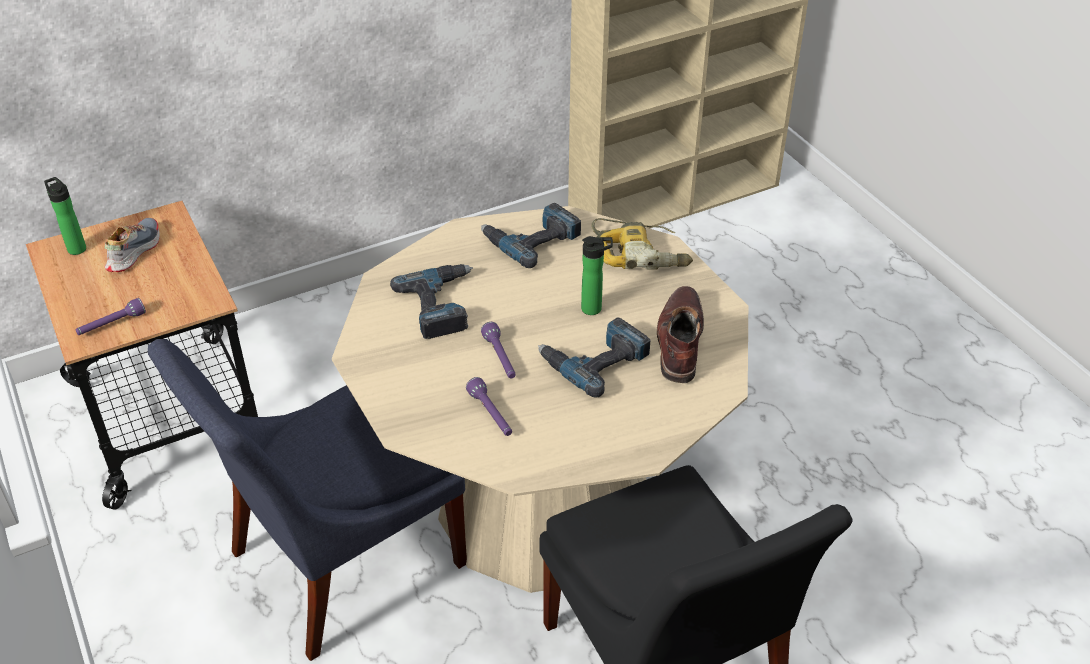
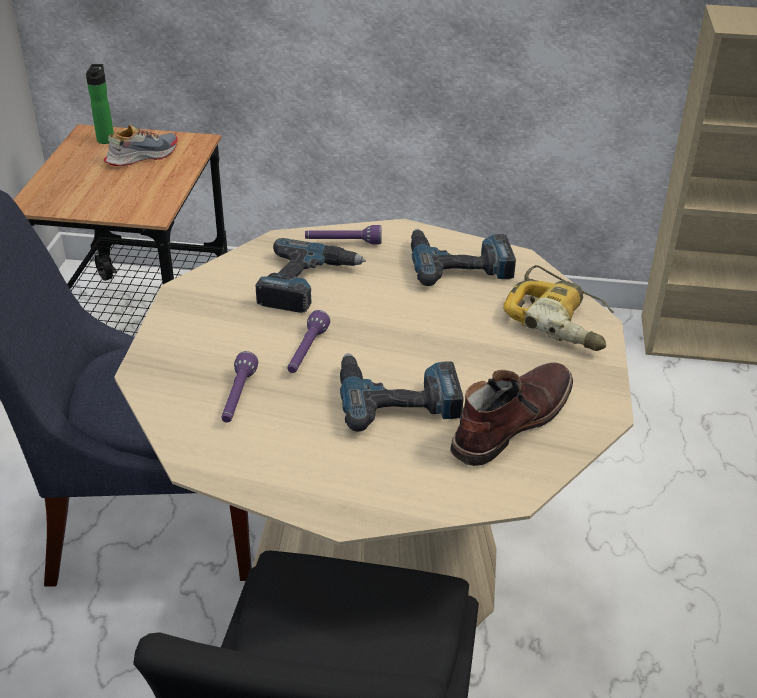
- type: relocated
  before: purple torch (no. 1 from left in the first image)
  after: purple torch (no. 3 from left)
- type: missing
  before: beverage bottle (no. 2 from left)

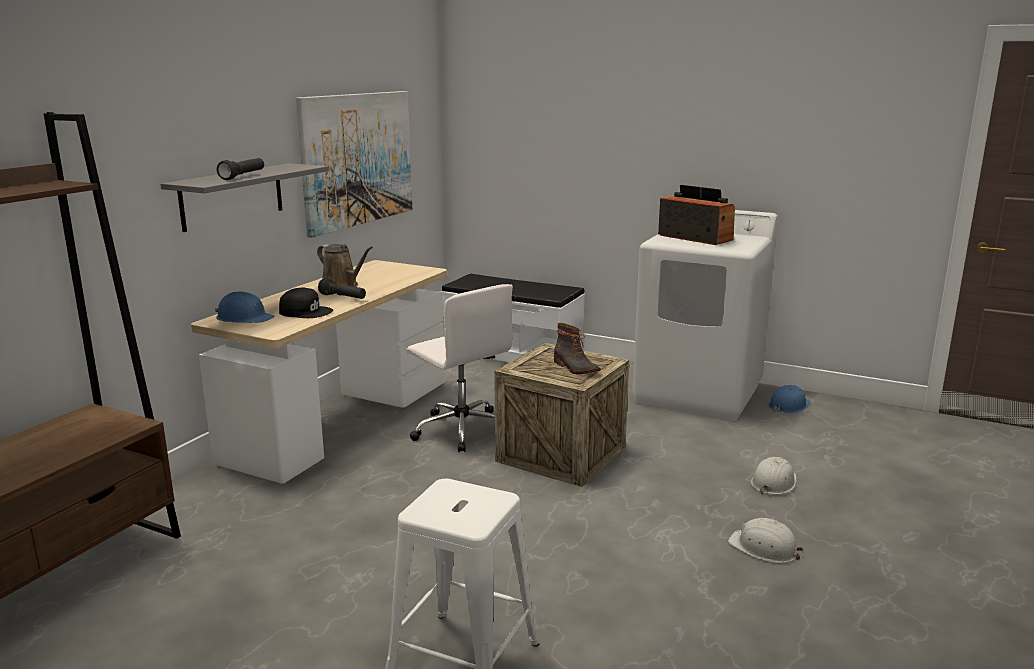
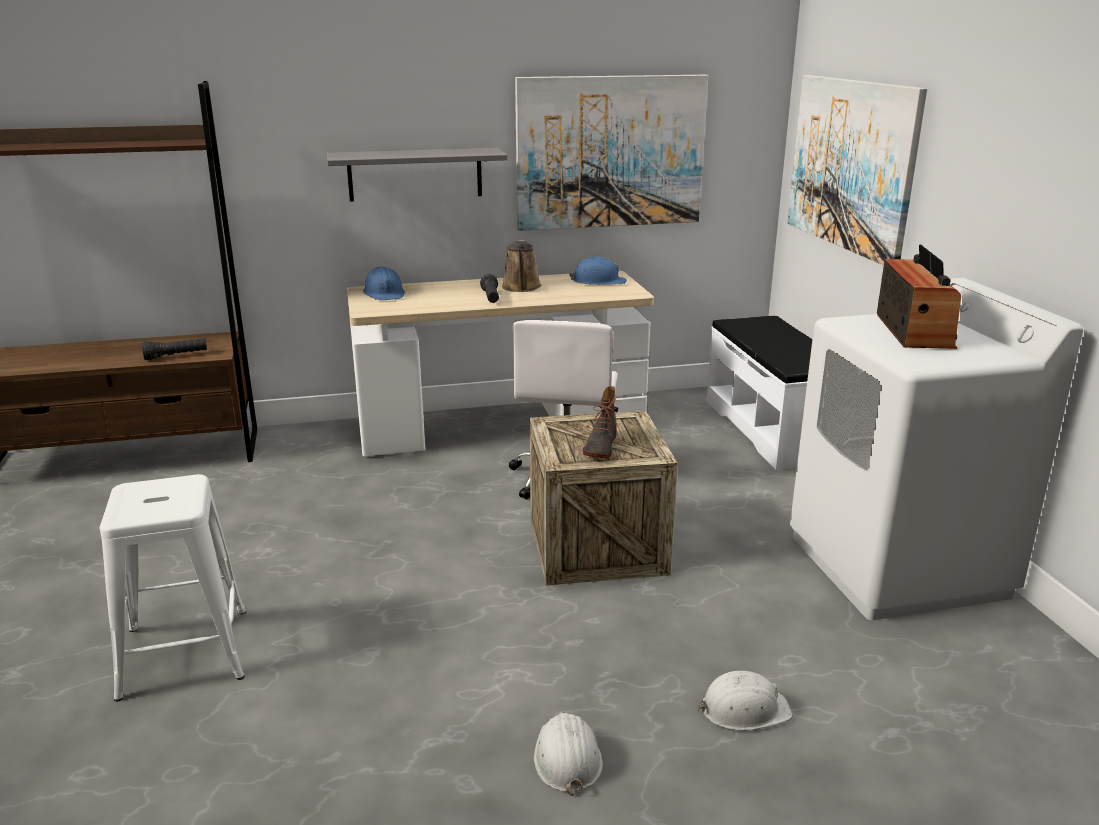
- type: relocated
  before: blackish torch (no. 1 from left)
- type: missing
  before: blackish baseball cap
- type: relocated
  before: bluish safety helmet (no. 2 from left)
- type: appeared
  after: wall art (no. 2 from left)

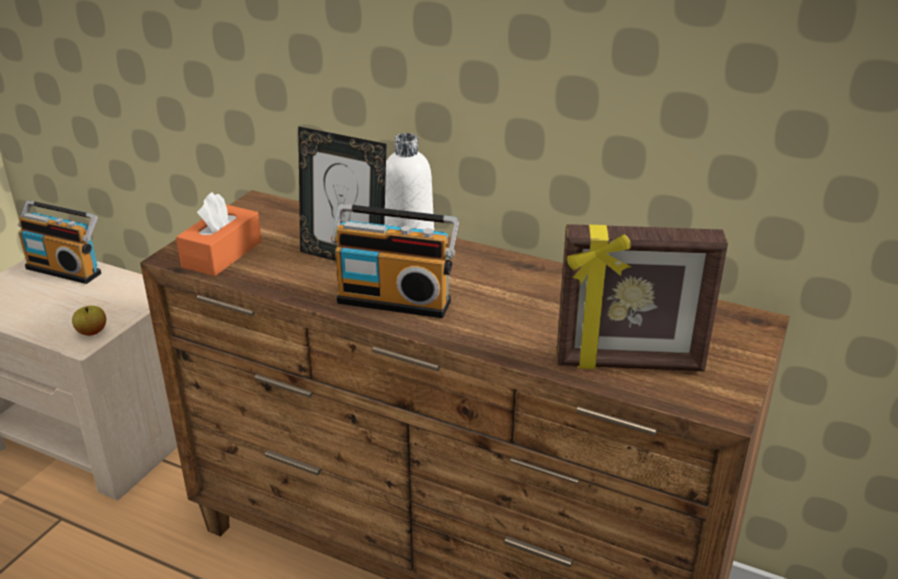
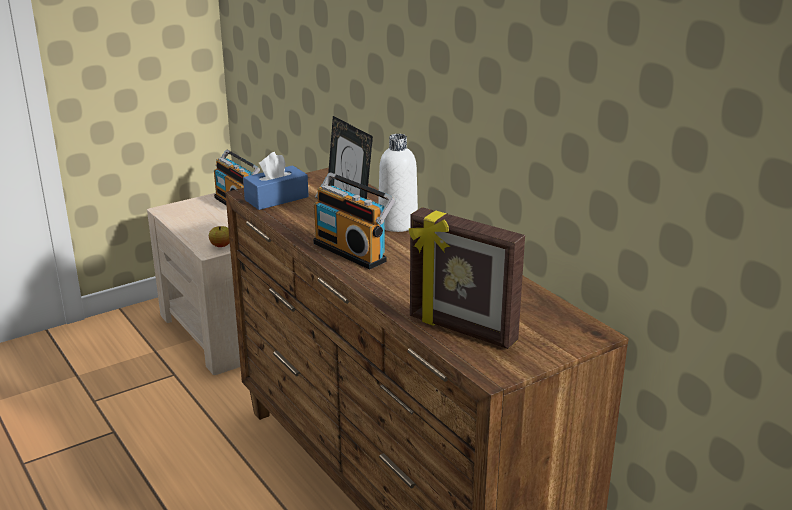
- type: colour
  before: orangey tissue box
  after: bluish tissue box

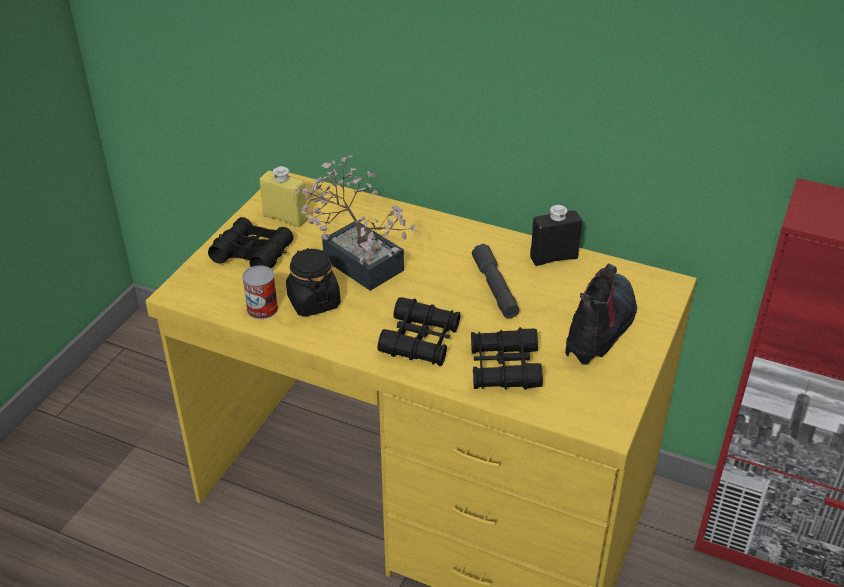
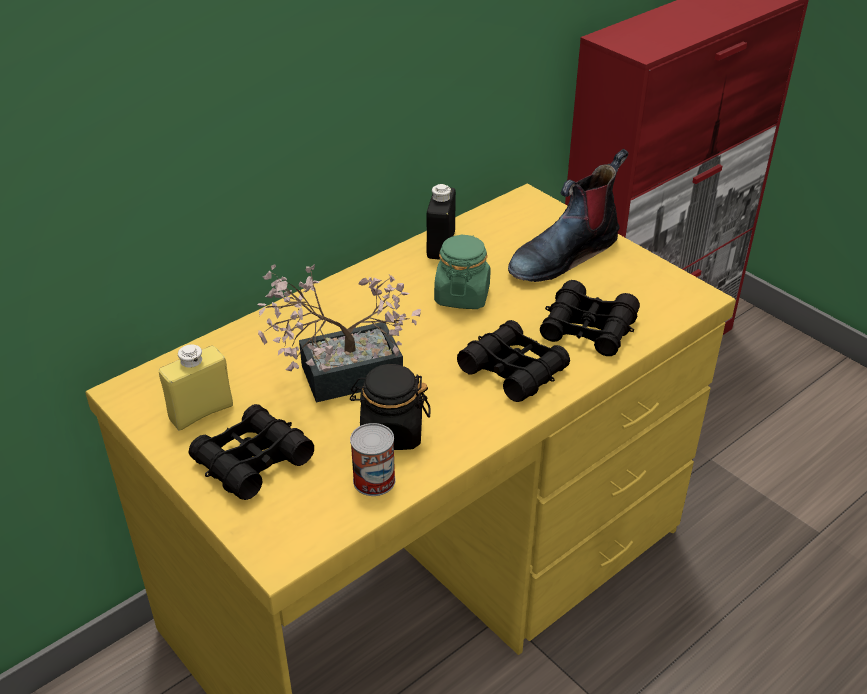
- type: exchanged
  before: greyish torch
  after: greenish jar
- type: spun
  before: boot
  turn: -90

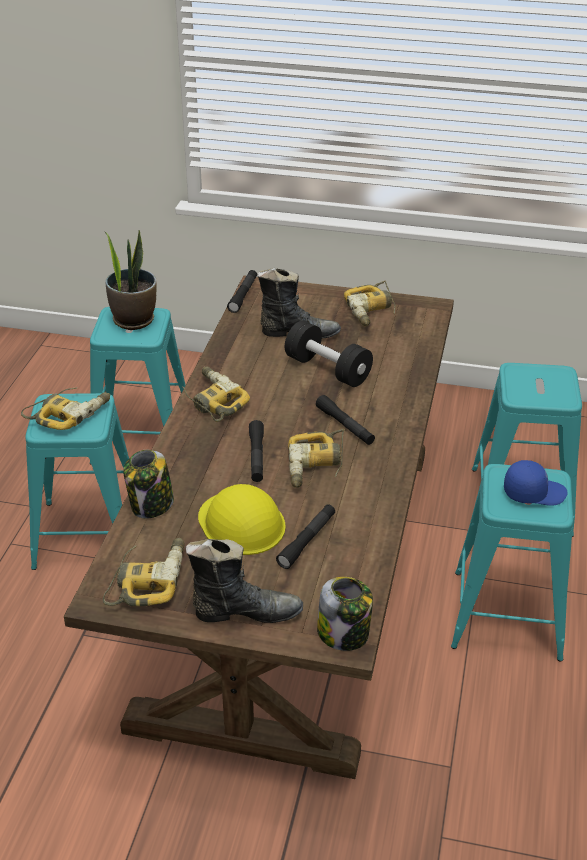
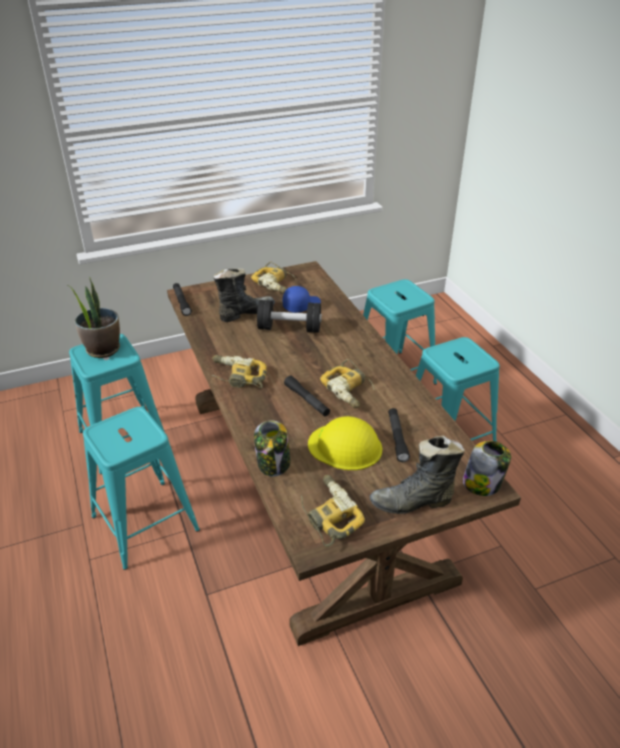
- type: missing
  before: drill (no. 1 from left)
- type: spun
  before: blackish boot (no. 1 from left in the first image)
  turn: -150
- type: missing
  before: blackish torch (no. 4 from left)
- type: relocated
  before: bluish baseball cap

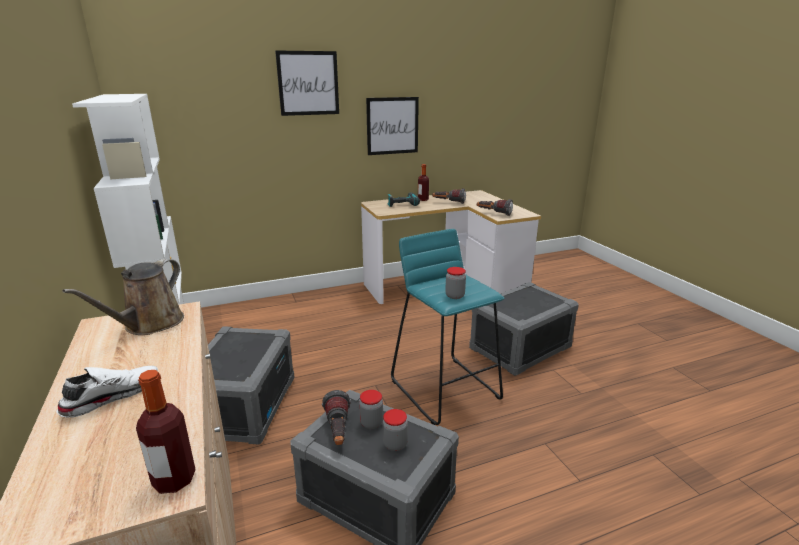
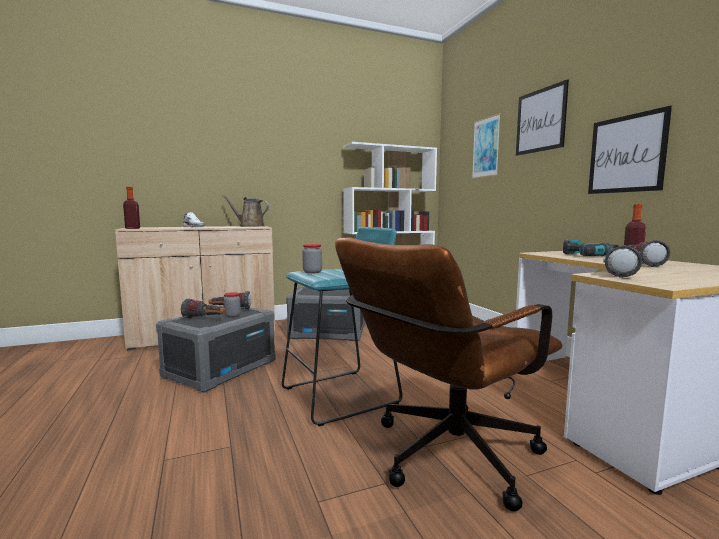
- type: exchanged
  before: jar (no. 2 from left)
  after: torch (no. 1 from left)
- type: exchanged
  before: greyish storage container (no. 3 from left)
  after: brown office chair
- type: appeared
  after: wall art (no. 1 from left)

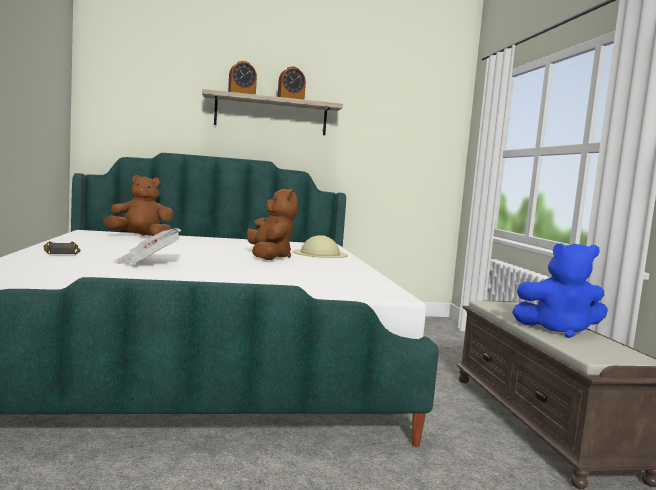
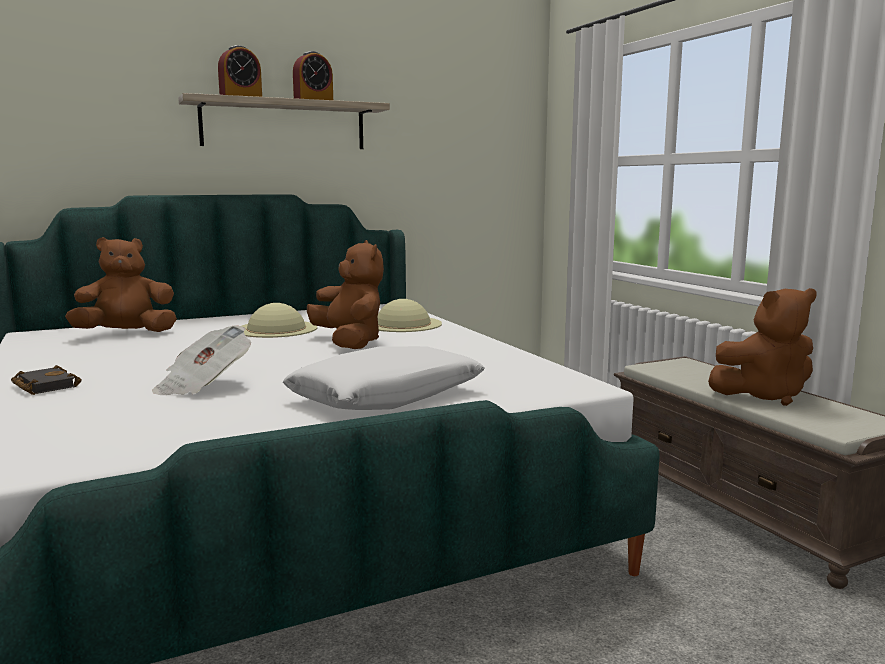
- type: colour
  before: bluish soft toy
  after: brown soft toy (no. 3 from left)
- type: appeared
  after: sand-coloured hat (no. 1 from left)
- type: appeared
  after: white-coloured cushion

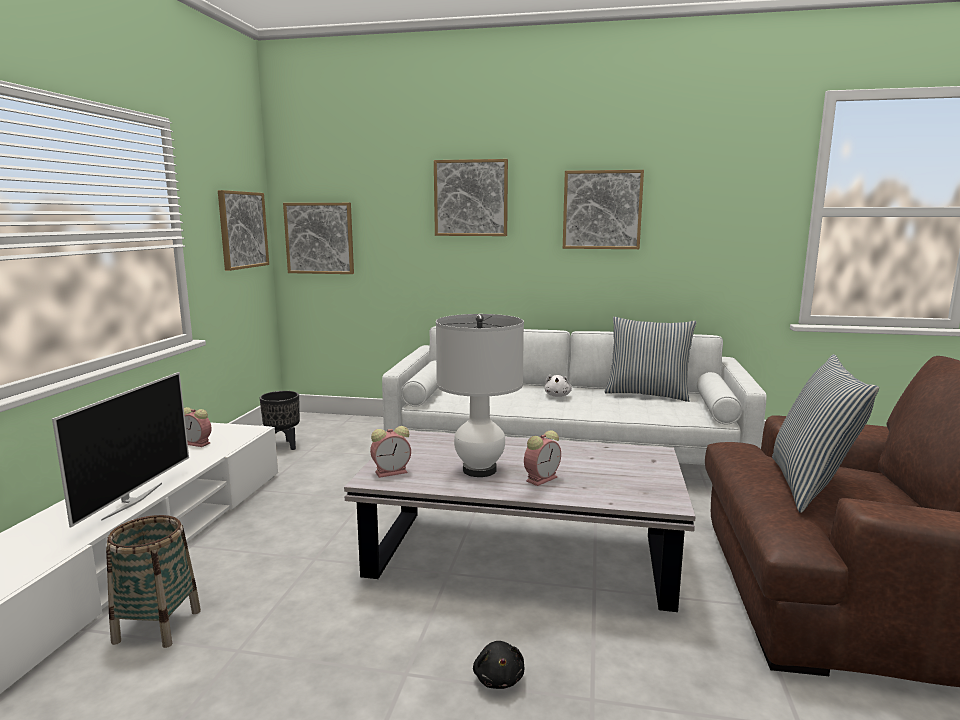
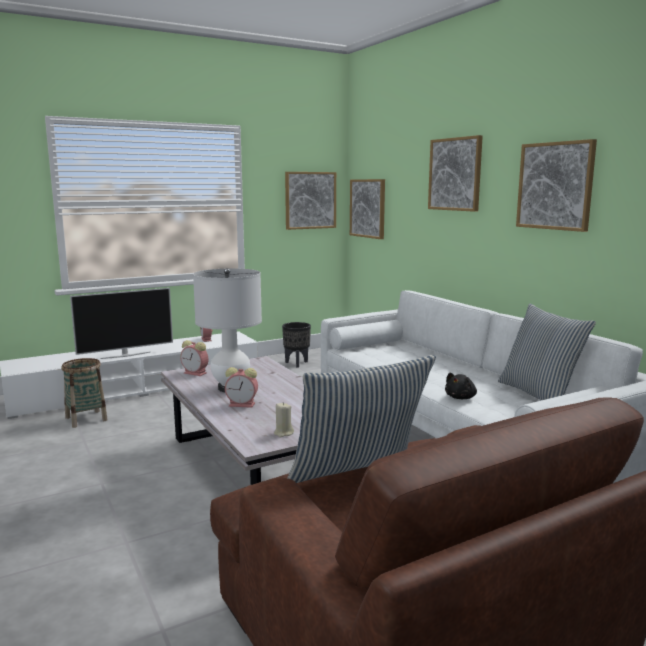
- type: relocated
  before: blackish soft toy
- type: missing
  before: white-coloured soft toy
- type: appeared
  after: sand-coloured wax light

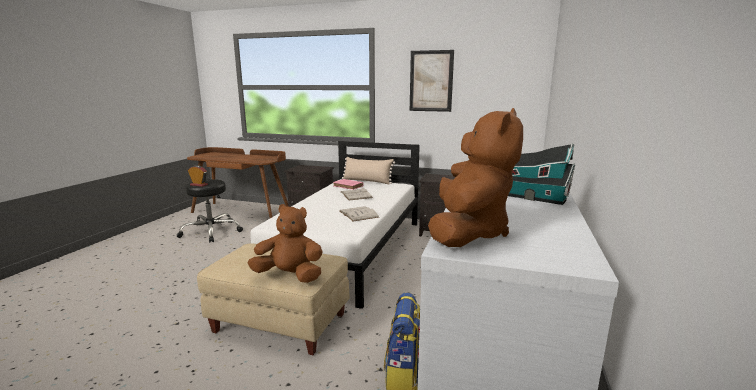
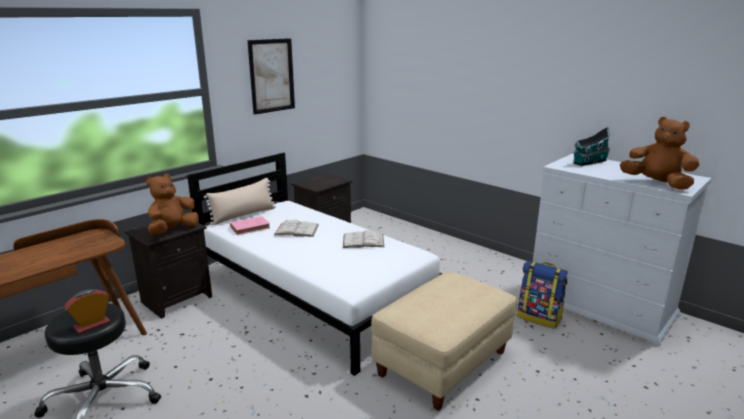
- type: relocated
  before: brown soft toy (no. 1 from left)

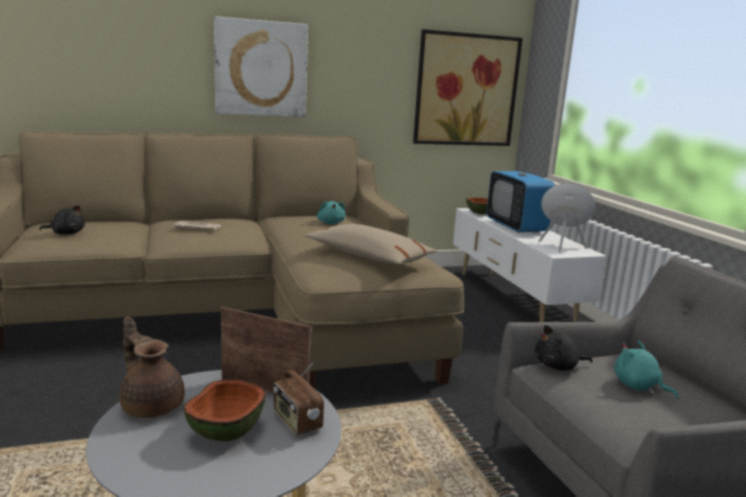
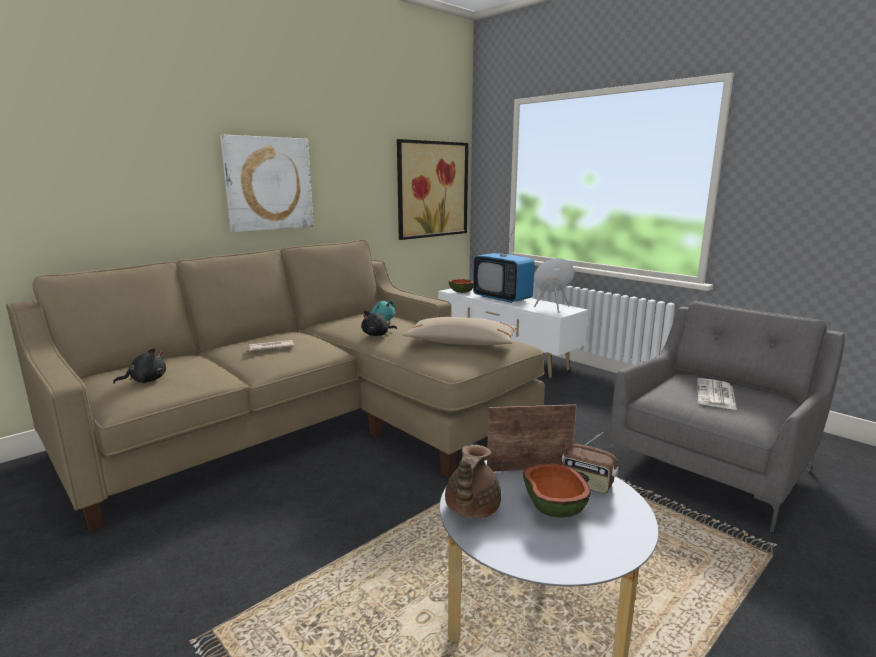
- type: spun
  before: brown pot for tea
  turn: -90
- type: relocated
  before: blackish soft toy (no. 2 from left)
- type: exchanged
  before: blue-green soft toy (no. 2 from left)
  after: daily paper (no. 2 from left)

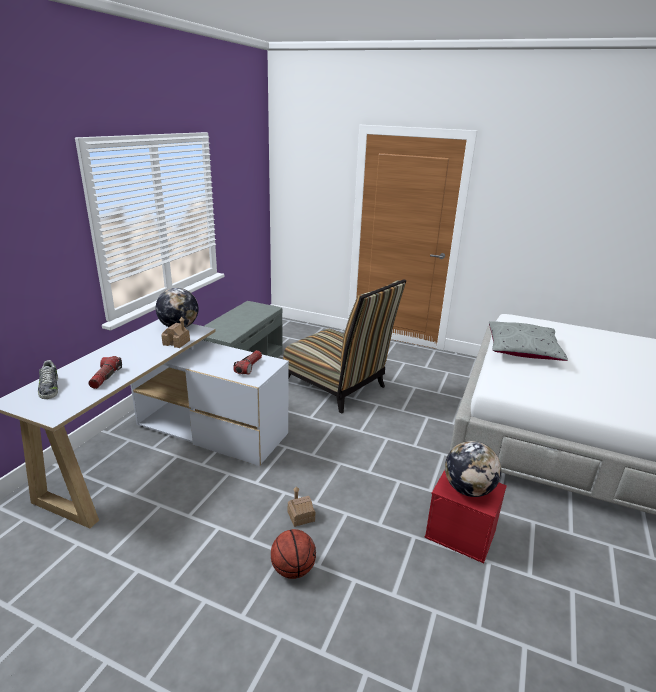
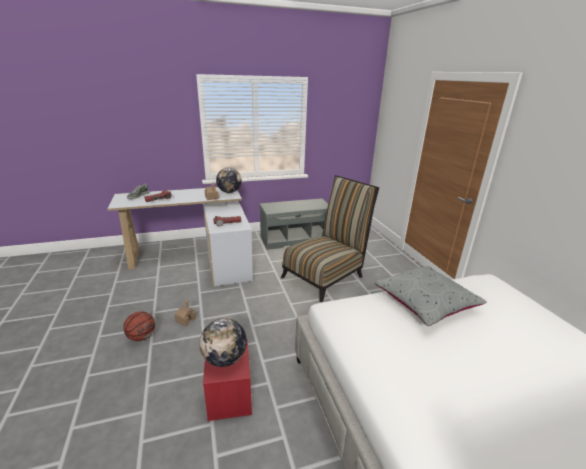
- type: spun
  before: upright chair
  turn: -135

